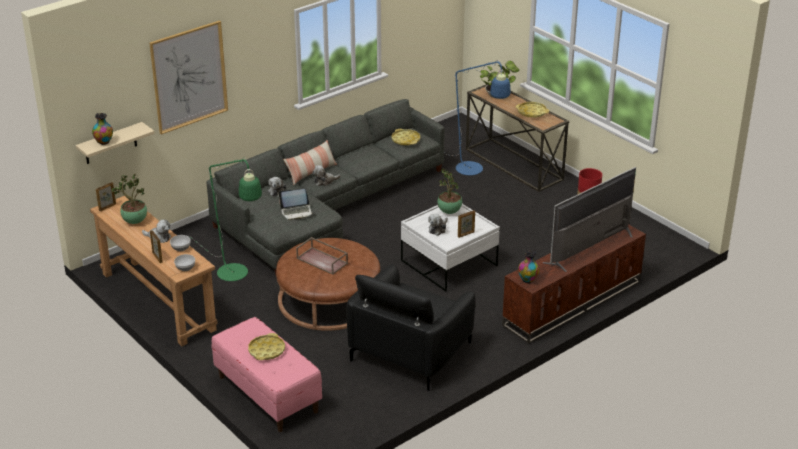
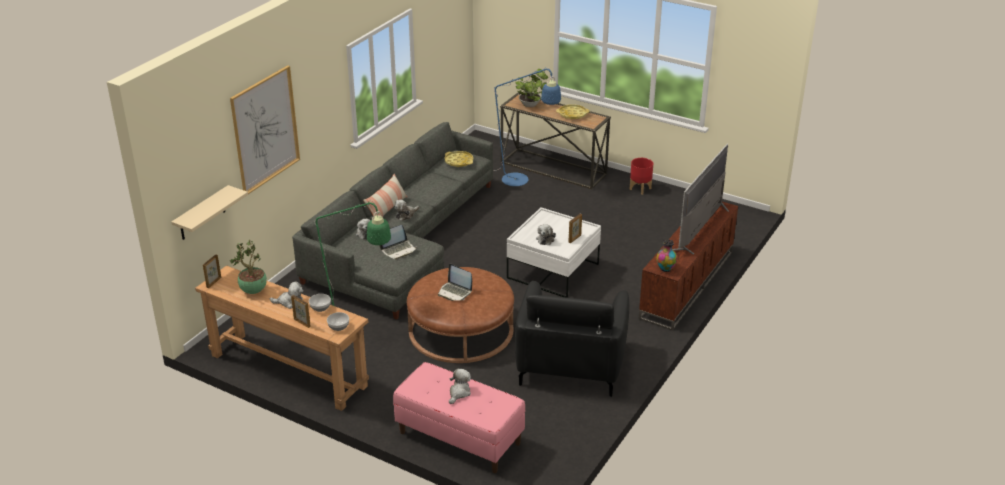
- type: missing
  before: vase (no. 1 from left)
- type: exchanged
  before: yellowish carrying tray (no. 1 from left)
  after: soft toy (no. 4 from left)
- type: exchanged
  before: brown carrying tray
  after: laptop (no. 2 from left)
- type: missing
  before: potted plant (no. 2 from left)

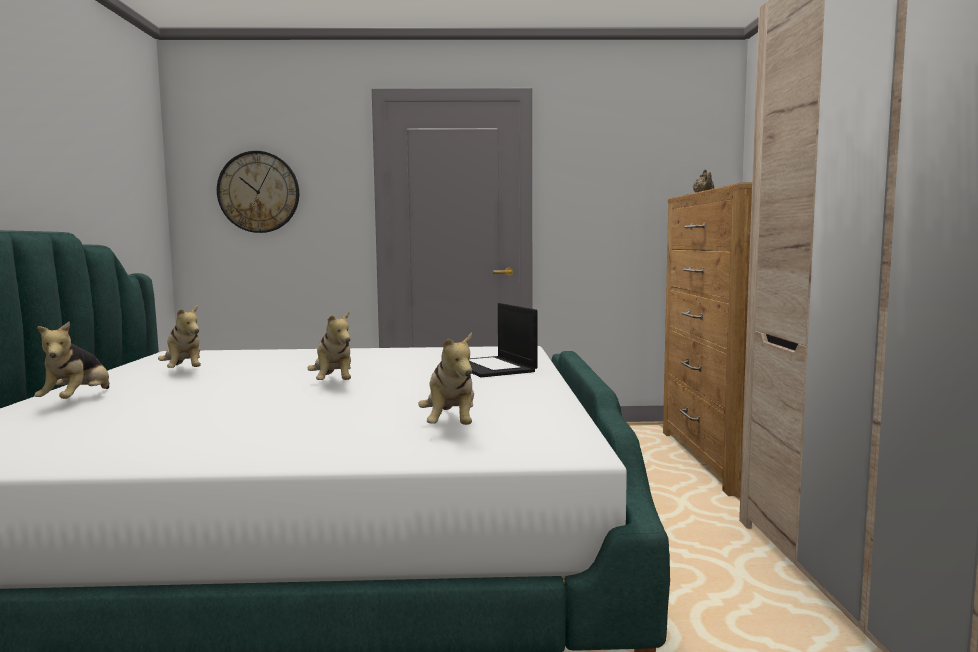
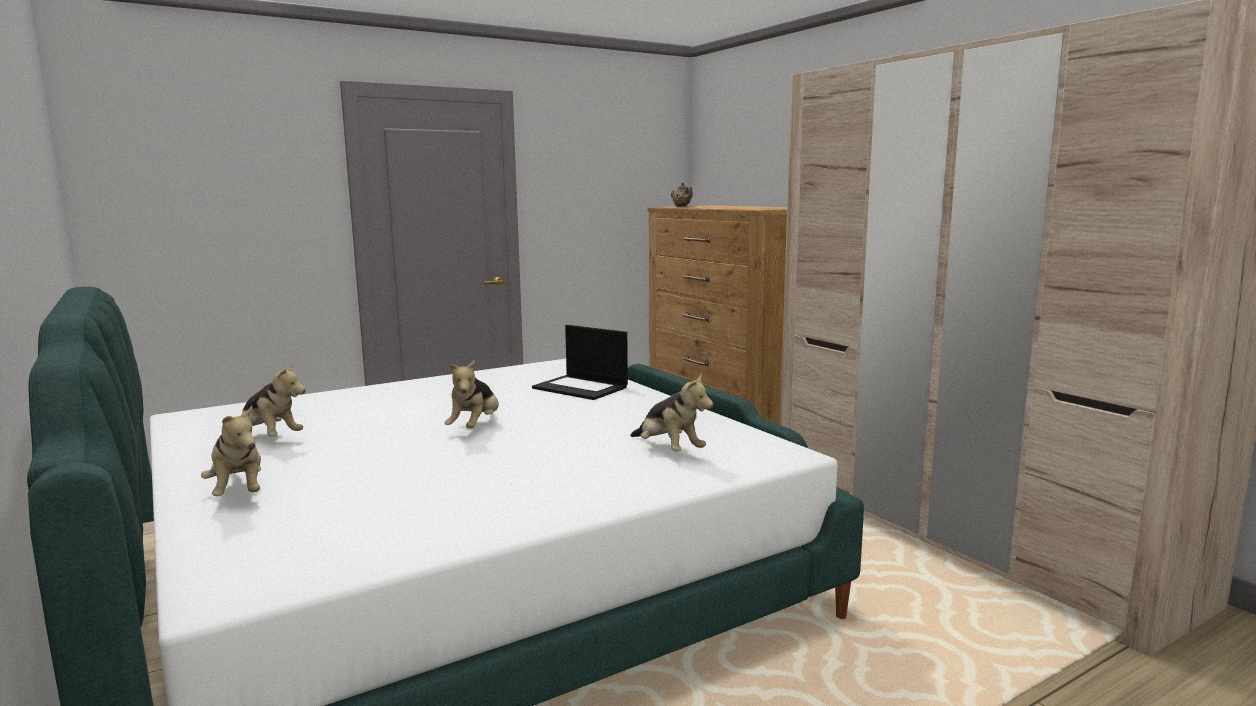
- type: missing
  before: clock on the wall
- type: spun
  before: soft toy (no. 3 from left)
  turn: 60

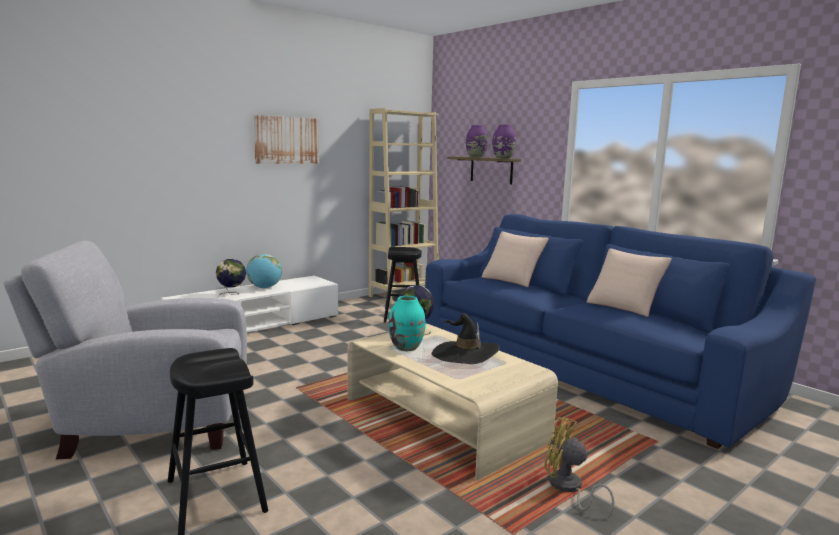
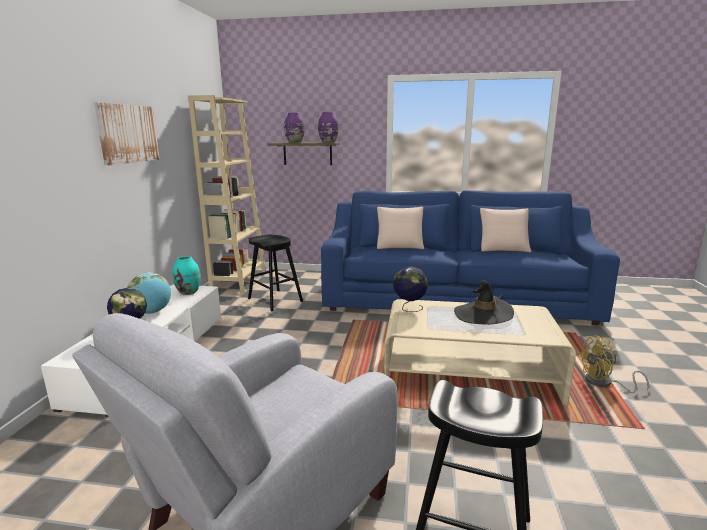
- type: relocated
  before: blue-green vase

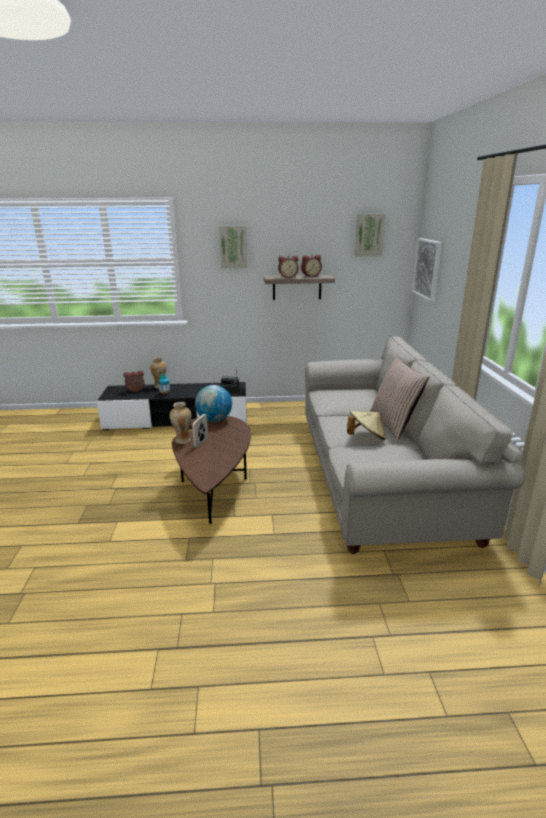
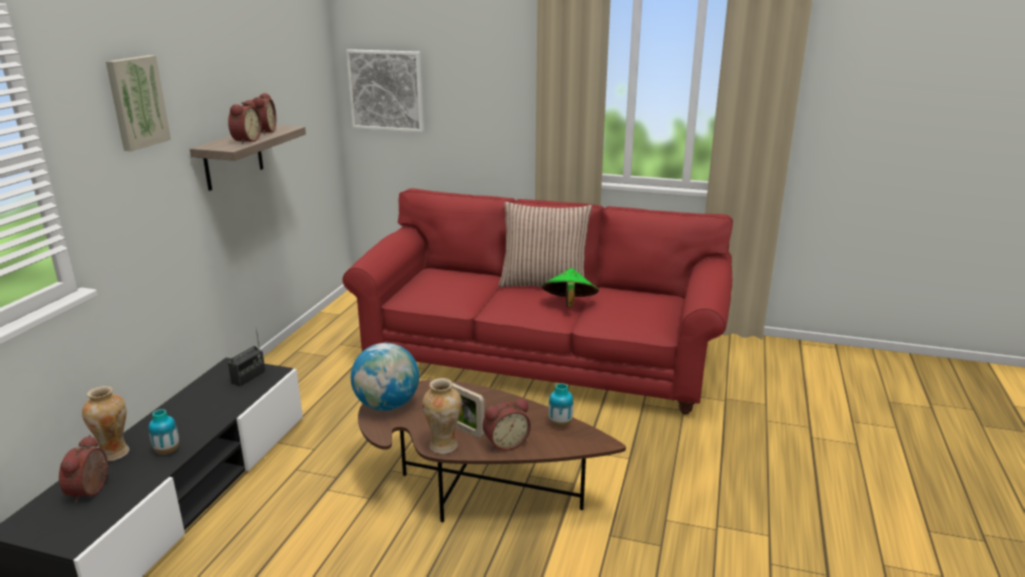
- type: colour
  before: sand-coloured sofa
  after: red sofa
- type: colour
  before: sand-coloured hat
  after: greenish hat
- type: missing
  before: wall art (no. 2 from left)
- type: appeared
  after: alarm clock (no. 4 from left)
- type: appeared
  after: vase (no. 4 from left)

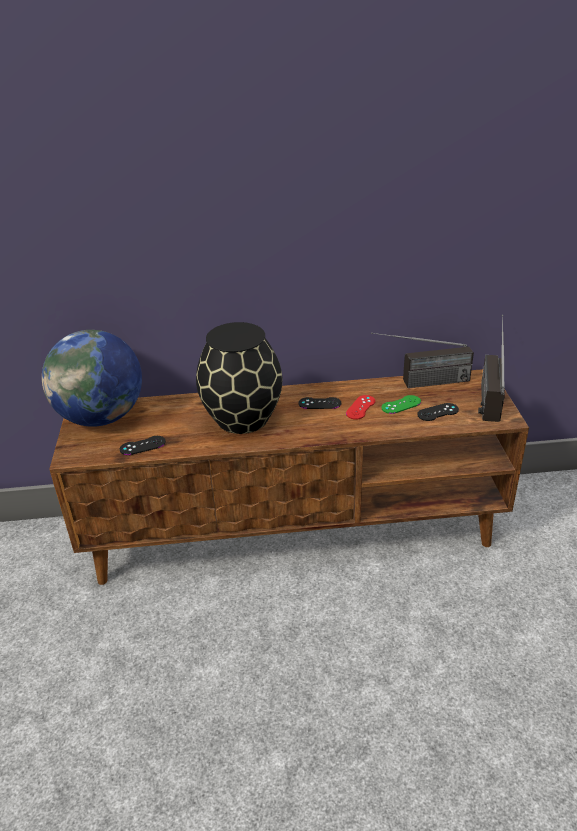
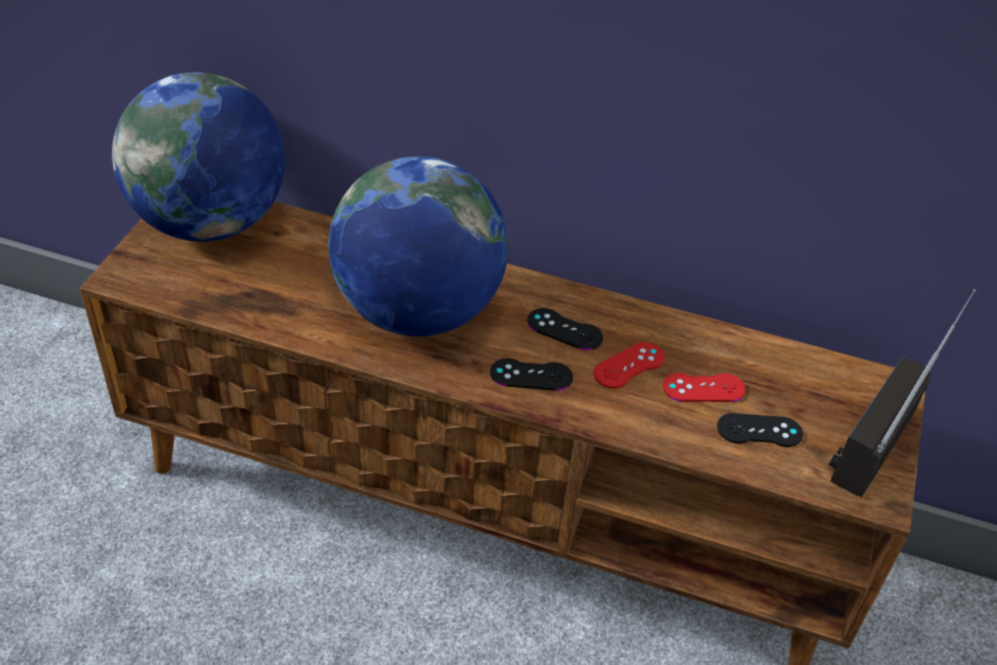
- type: relocated
  before: blackish game controller (no. 1 from left)
- type: exchanged
  before: blackish vase
  after: globe (no. 2 from left)
- type: missing
  before: radio set (no. 1 from left)
- type: colour
  before: greenish game controller
  after: red game controller (no. 2 from left)

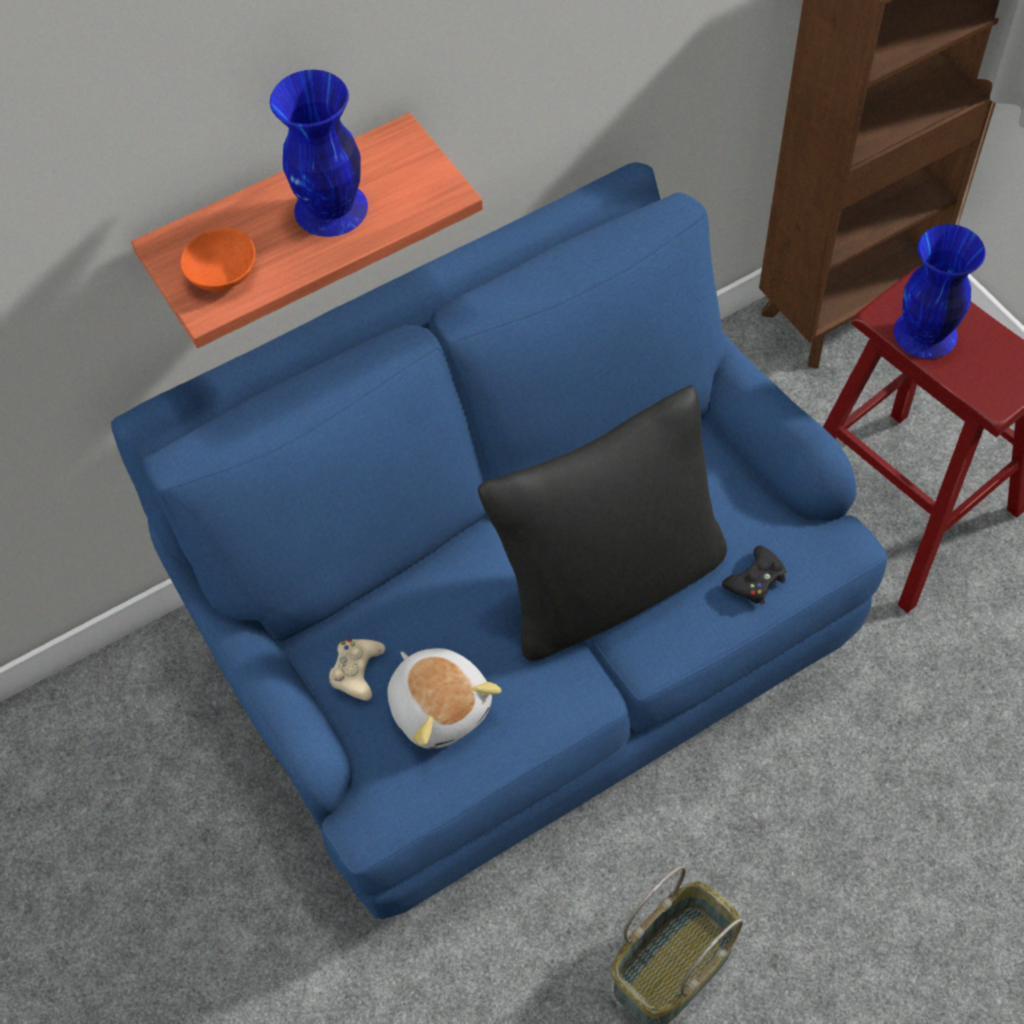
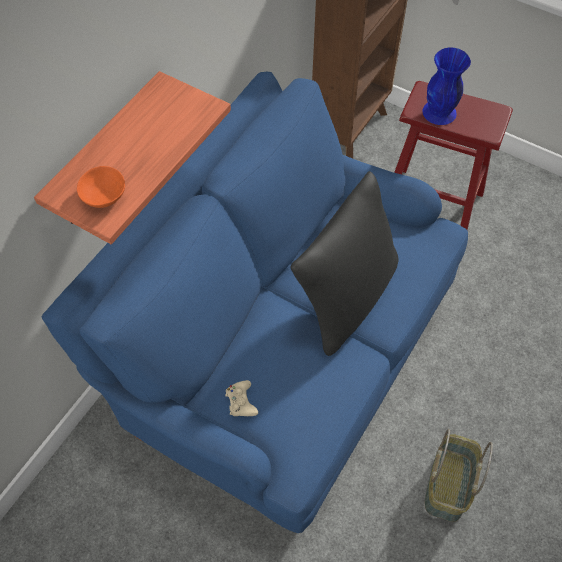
- type: missing
  before: bluish vase (no. 1 from left)
- type: missing
  before: soft toy
- type: missing
  before: blackish game controller

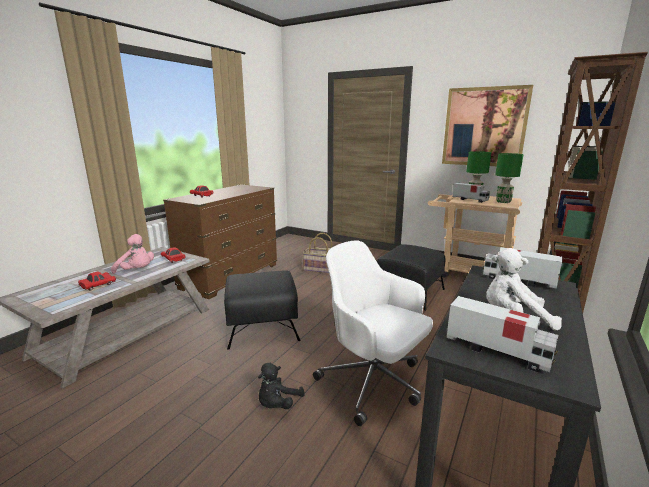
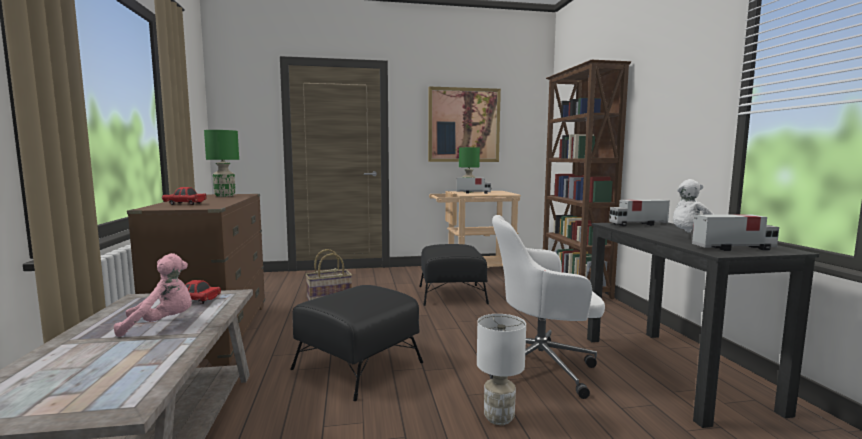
- type: missing
  before: red toy car (no. 1 from left)
- type: exchanged
  before: blackish soft toy
  after: white-coloured tabletop lamp
- type: relocated
  before: greenish tabletop lamp (no. 2 from left in the first image)
  after: greenish tabletop lamp (no. 1 from left)

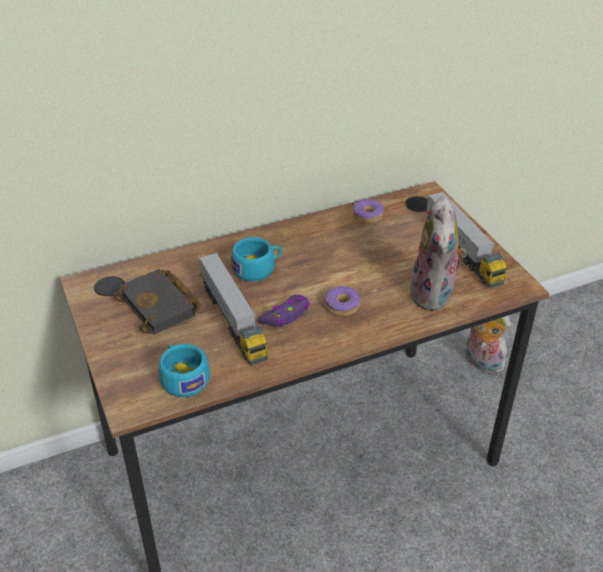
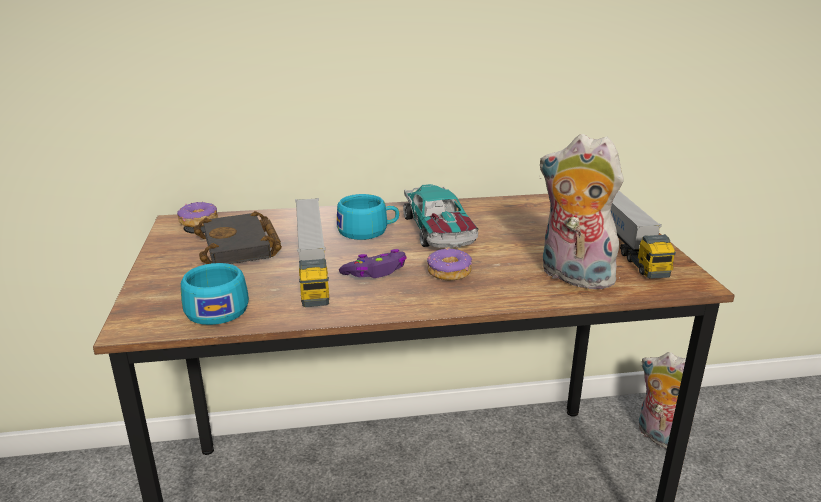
- type: relocated
  before: doughnut (no. 2 from left in the first image)
  after: doughnut (no. 1 from left)
- type: spun
  before: soft toy (no. 1 from left)
  turn: 105
- type: appeared
  after: toy car

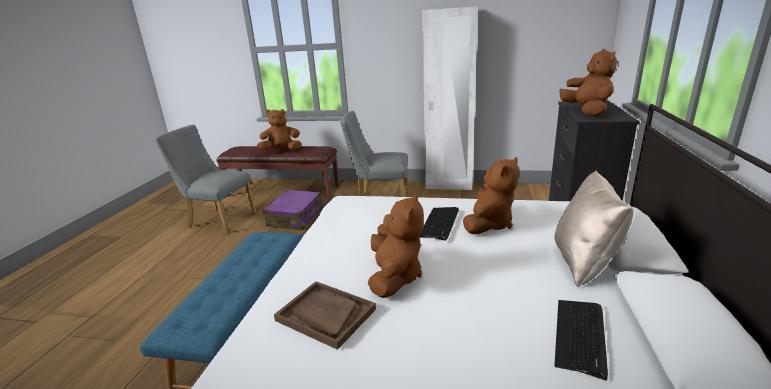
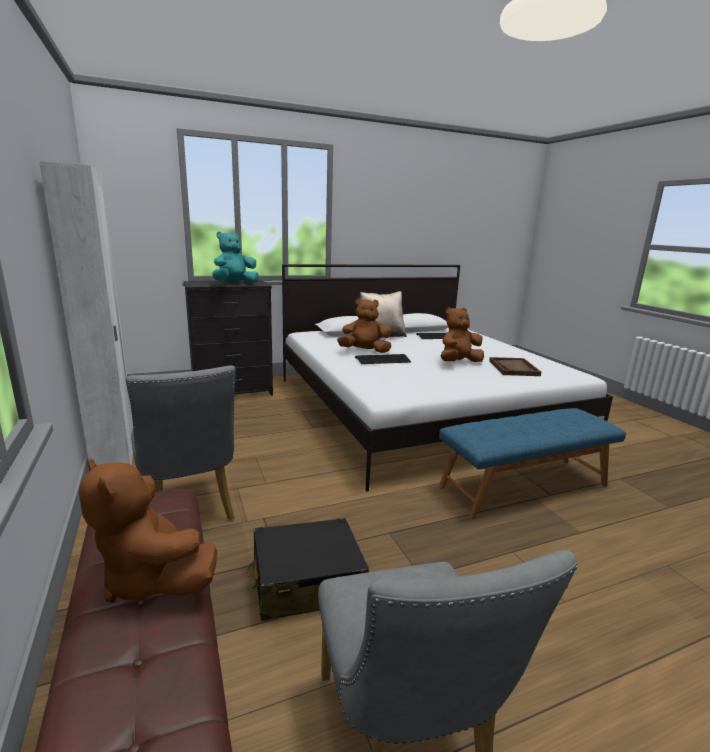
- type: colour
  before: purple travel case
  after: blackish travel case
- type: colour
  before: brown soft toy (no. 4 from left)
  after: blue-green soft toy

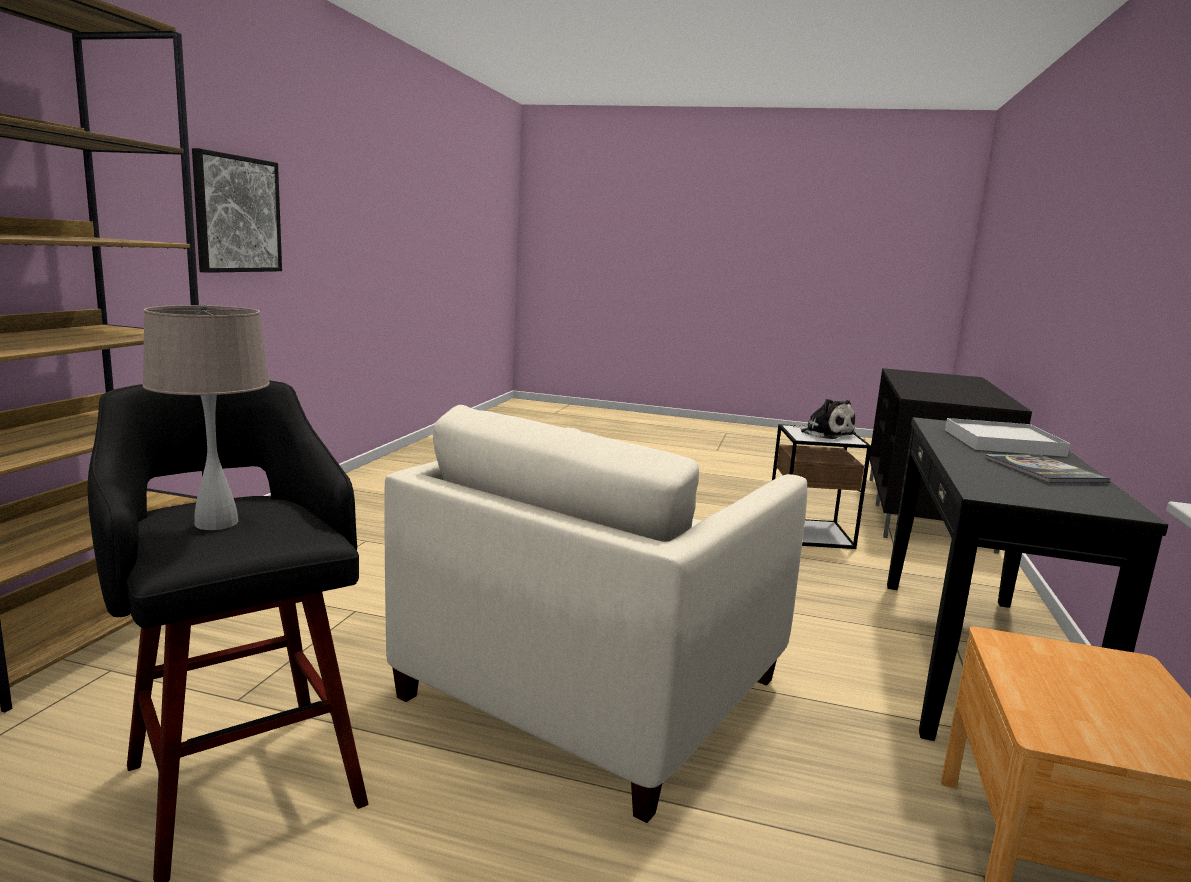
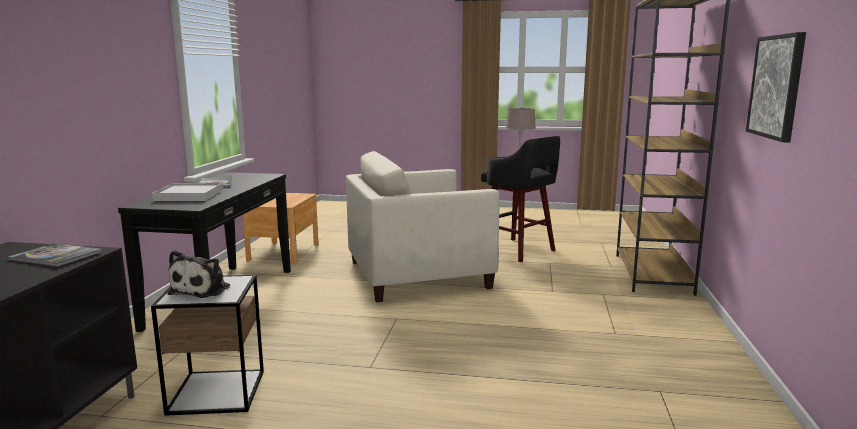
- type: spun
  before: sand-coloured easy chair
  turn: -135
- type: spun
  before: soft toy
  turn: -120
- type: appeared
  after: book (no. 1 from left)

